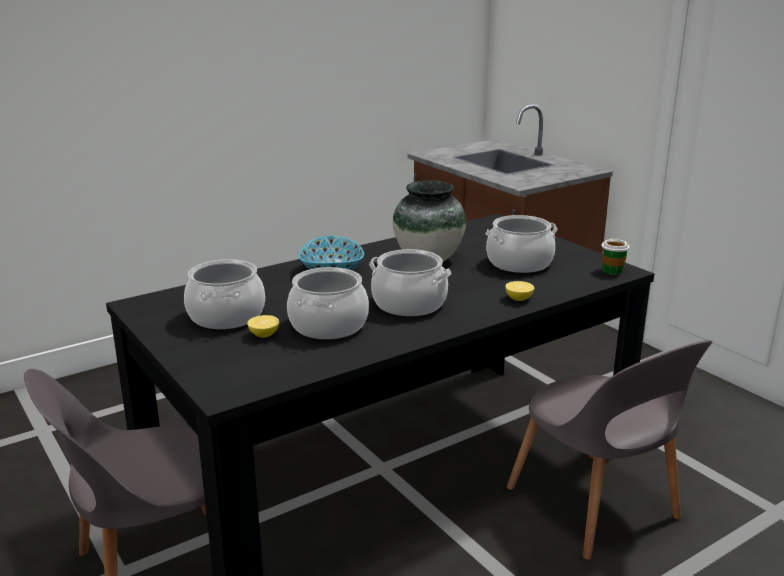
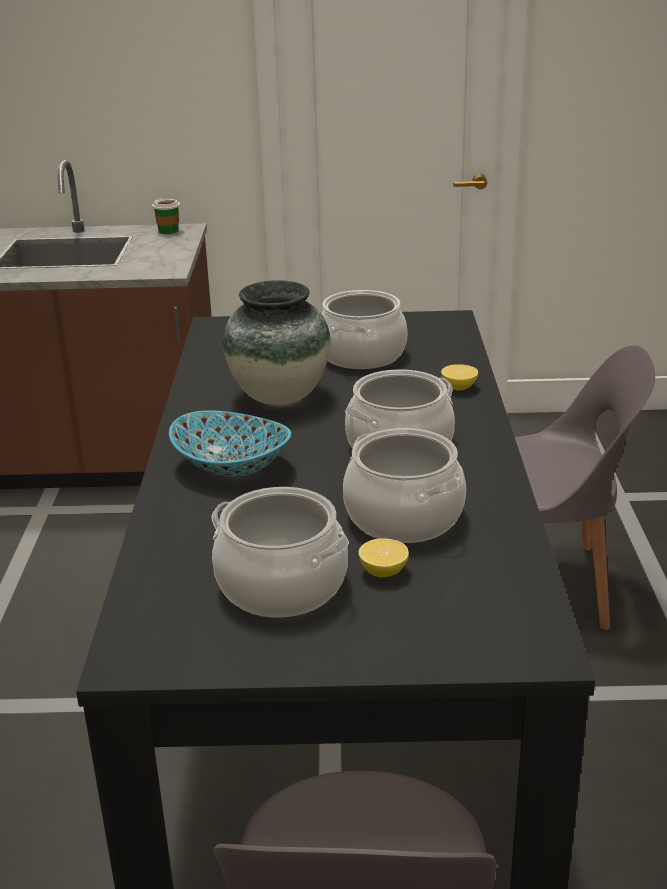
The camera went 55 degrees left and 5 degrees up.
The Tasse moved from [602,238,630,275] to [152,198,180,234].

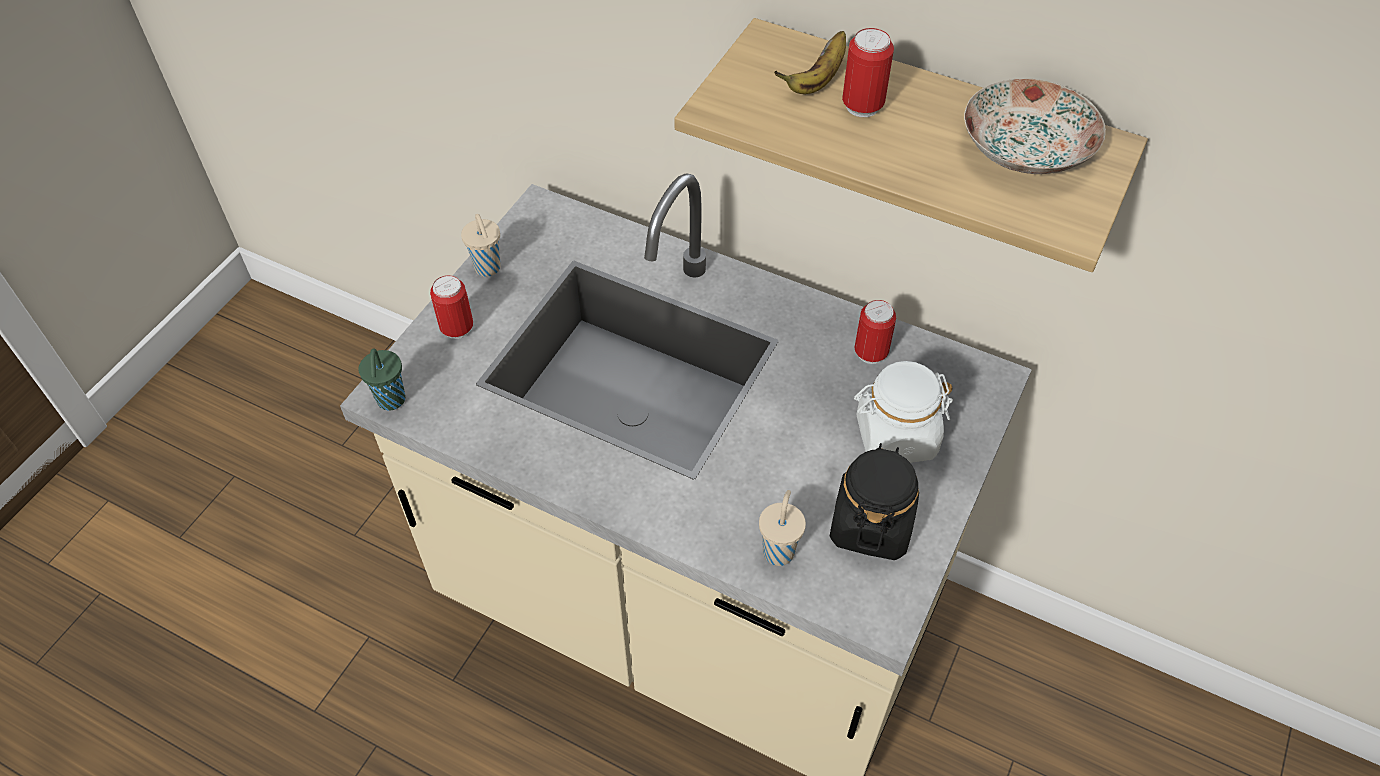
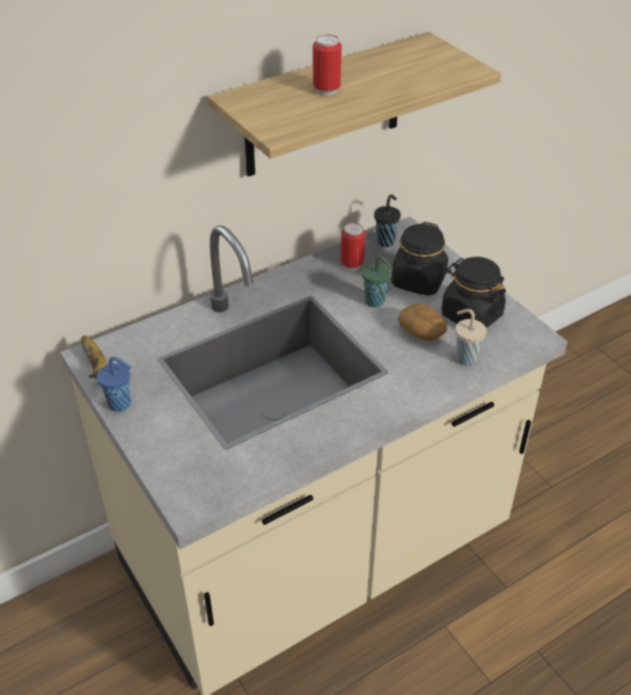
The camera went 60 degrees left and 10 degrees down.
The Dose at [430,275,473,339] disappeared.
The Teller at [964,79,1106,174] disappeared.
The Tasse (schwarz) at [374,195,401,247] appeared.
The Kartoffel at [398,304,447,341] appeared.
The Tasse (grün) moved from [358,348,405,411] to [362,256,393,307].
The Banane moved from [774,31,846,94] to [81,335,107,379].
The Tasse (beige) at [461,214,500,277] became the Tasse (blau) at [97,357,131,412].
The Vorratsglas (weiß) at [854,361,953,463] became the Vorratsglas (schwarz) at [391,222,448,296].

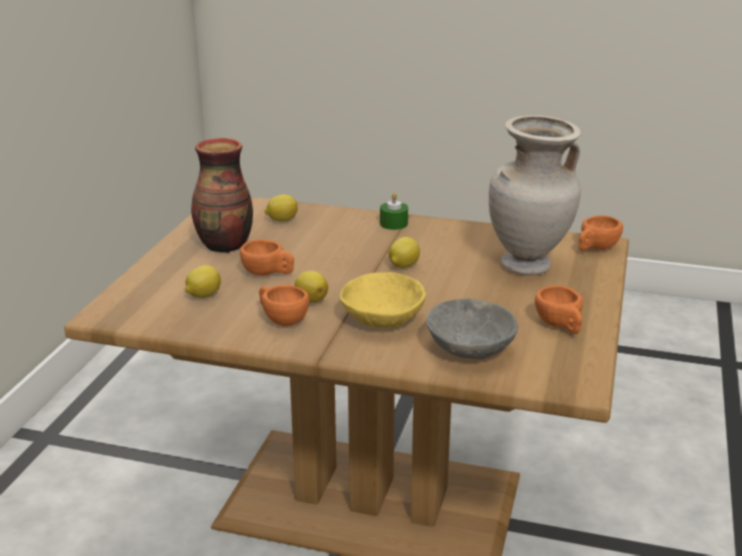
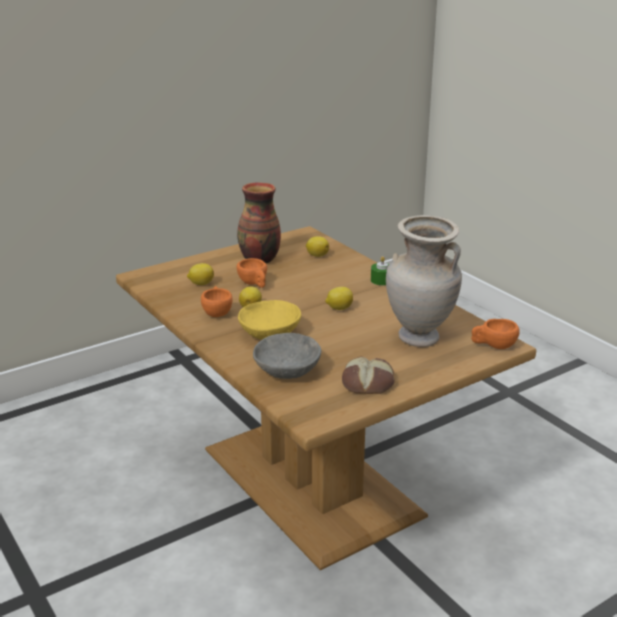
The camera went 40 degrees right and 0 degrees up.
The Tasse (orange) at [535,285,583,334] was replaced by the Brot at [342,356,395,394].

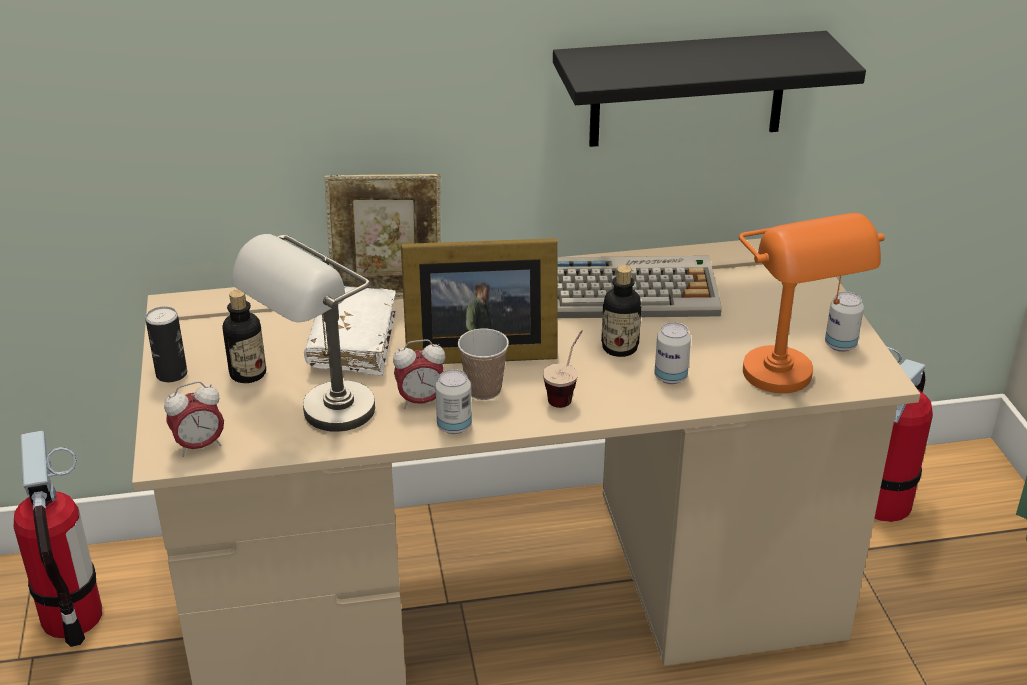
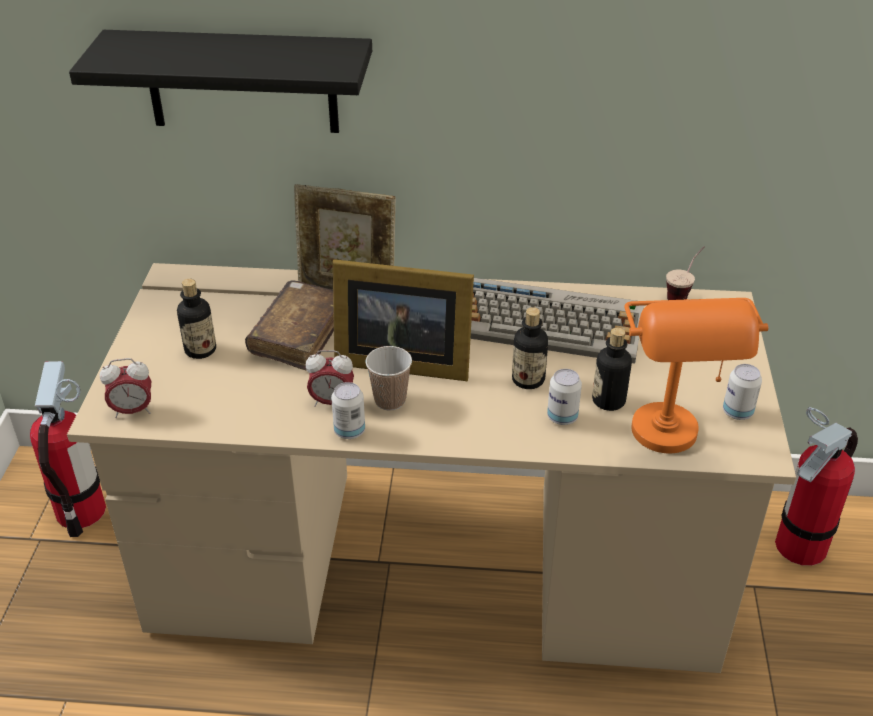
The camera went 15 degrees right and 5 degrees up.
The Dose at [145,306,187,382] disappeared.
The Tischlampe (grau) at [231,234,375,432] disappeared.
The Flasche at [592,328,632,411] appeared.
The Tasse moved from [543,330,583,408] to [666,246,705,300].
The Wandregal (schwarz) moved from [553,31,866,147] to [69,30,372,133].
The Buch (weiß) at [304,286,396,375] became the Buch (braun) at [245,280,334,371].

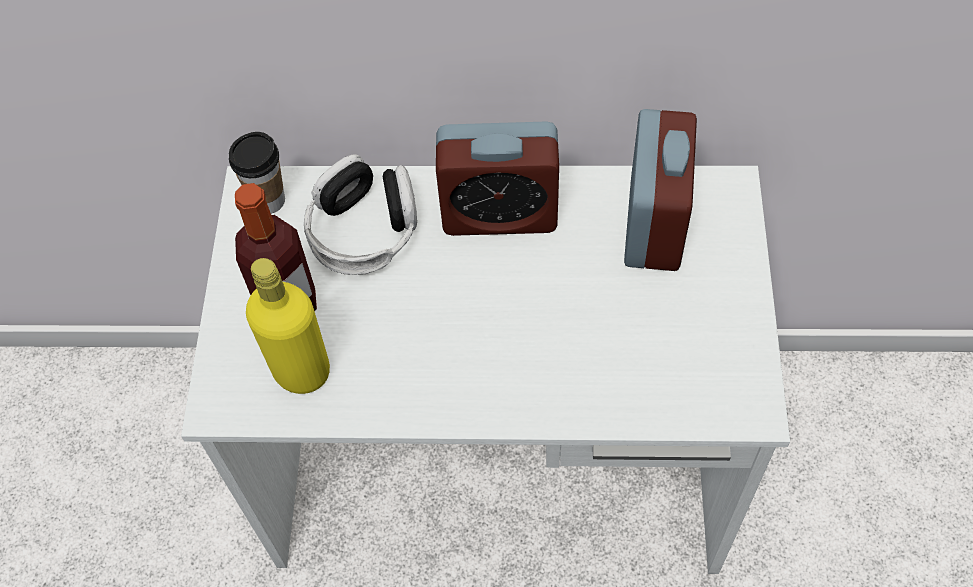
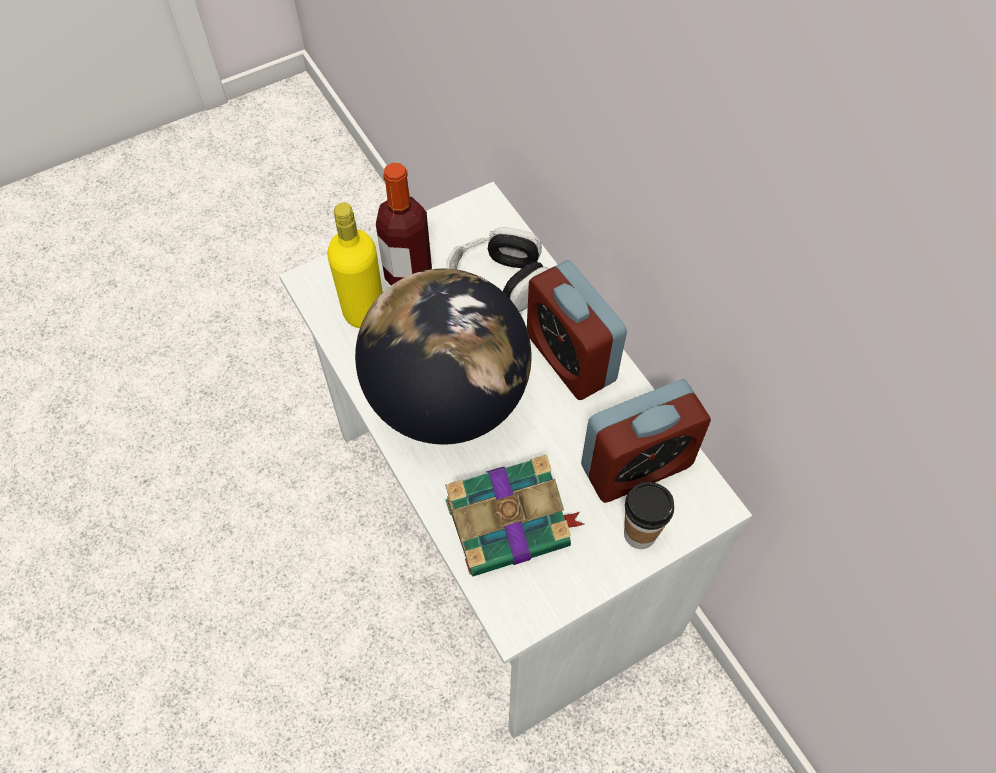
The camera went 55 degrees right and 0 degrees up.
The Globus at [355,268,531,445] appeared.
The Buch at [445,454,584,577] appeared.
The Tasse moved from [229,132,285,214] to [624,482,674,549].

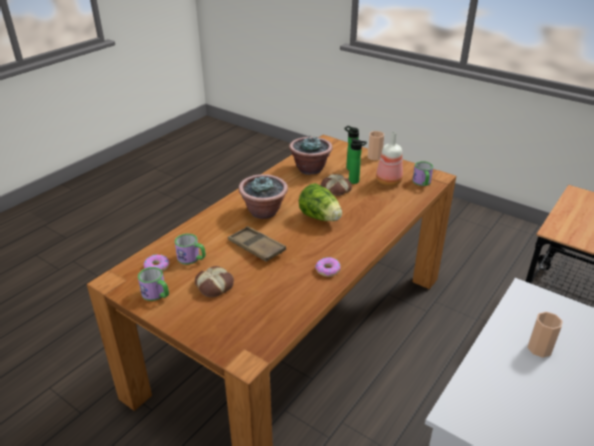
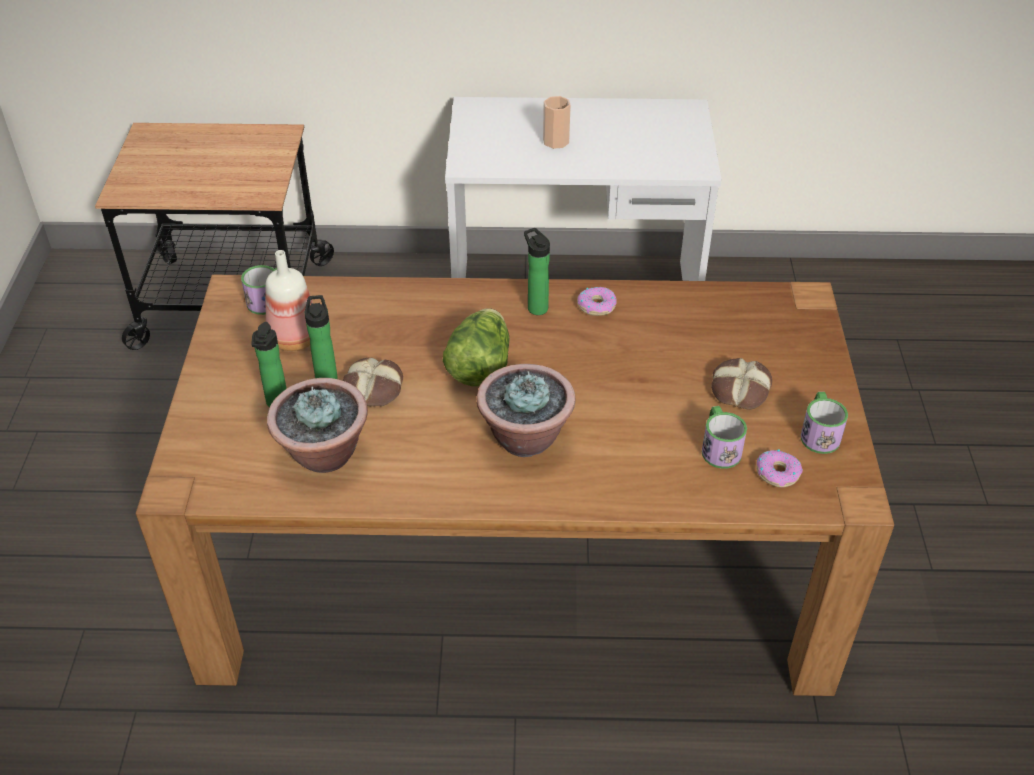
The camera went 125 degrees left and 10 degrees up.
The Tablett (braun) at [228,226,286,262] disappeared.
The Tasse at [368,131,384,160] disappeared.
The Flasche at [524,228,550,315] appeared.

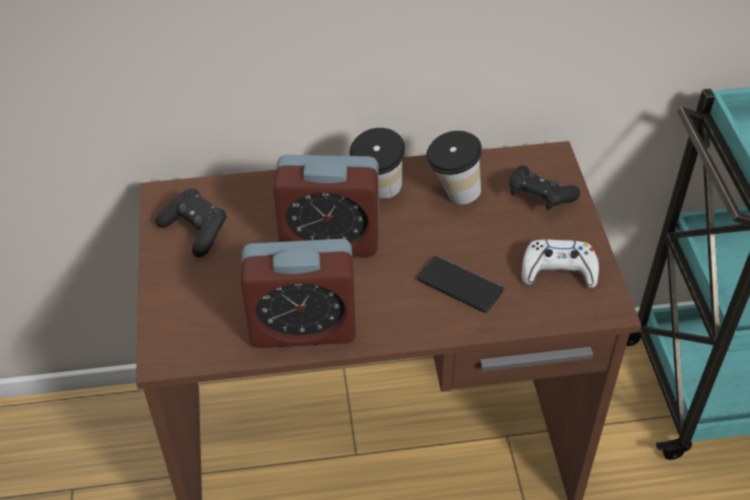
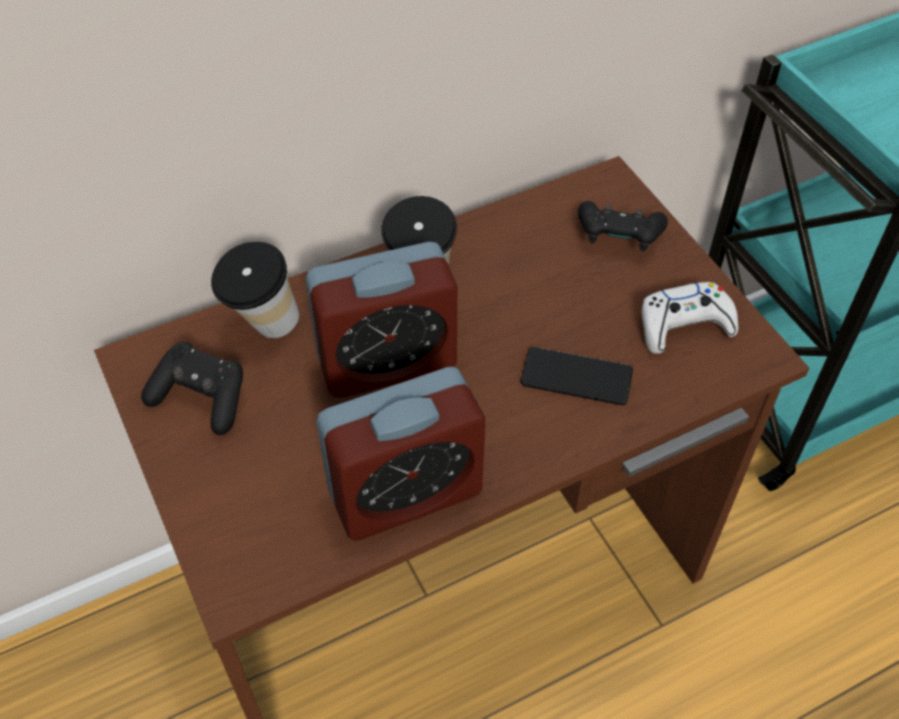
The camera went 20 degrees left and 5 degrees up.
The Tasse moved from [426,131,482,204] to [211,242,299,338].

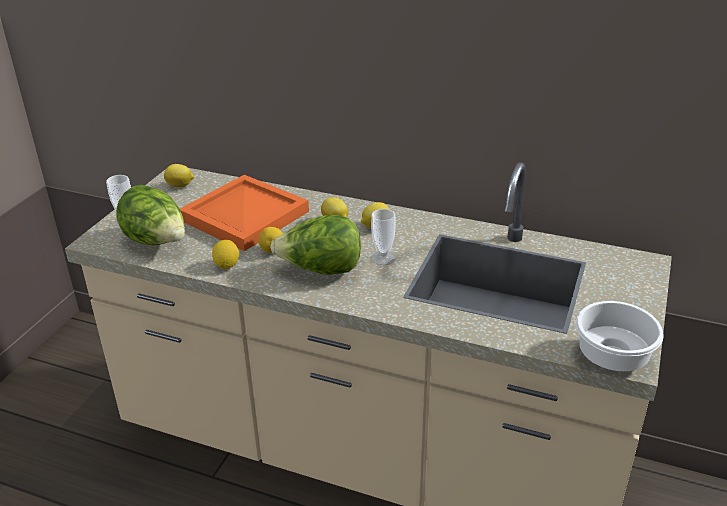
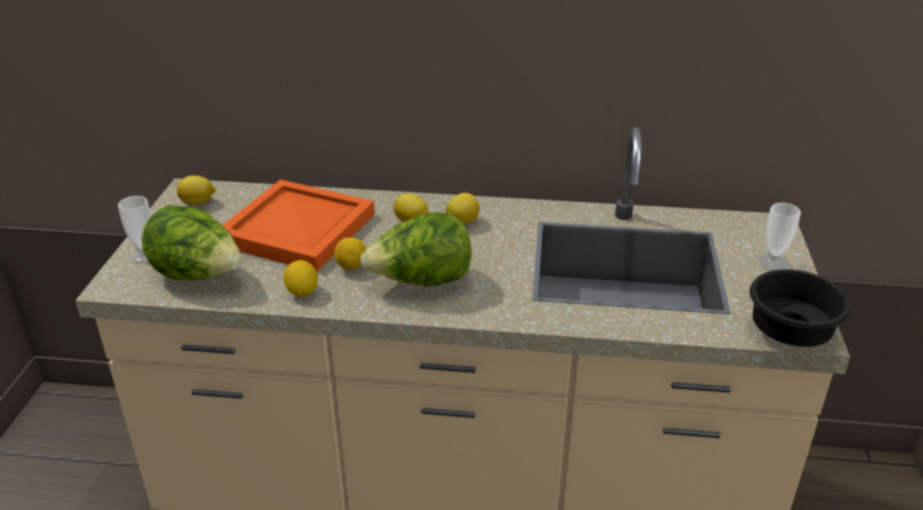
The camera went 15 degrees left and 0 degrees up.
The Tasse moved from [371,209,396,265] to [758,203,801,270].
The Schüssel (weiß) at [576,301,664,371] became the Schüssel (schwarz) at [750,269,850,347].

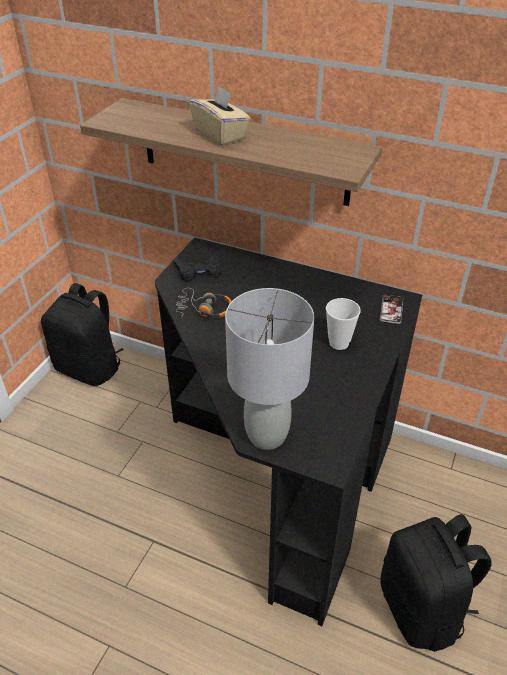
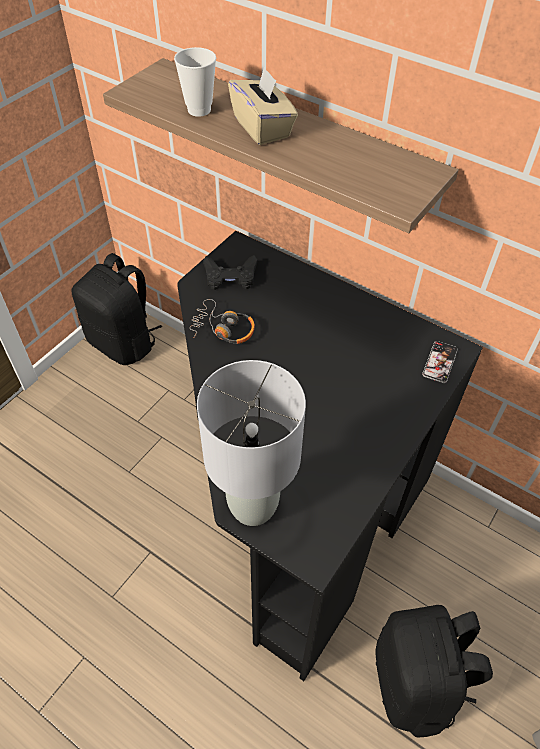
The camera went 10 degrees right and 10 degrees up.
The Tasse moved from [326,298,361,350] to [174,47,216,117].

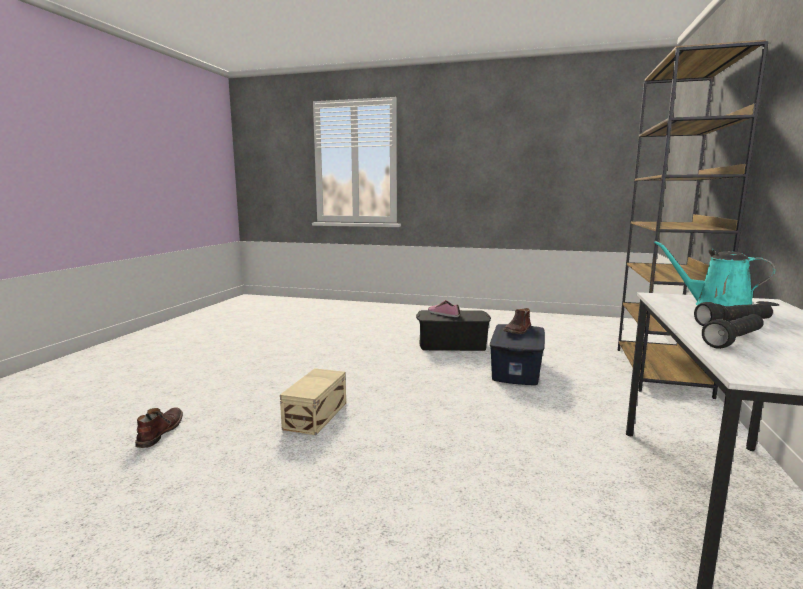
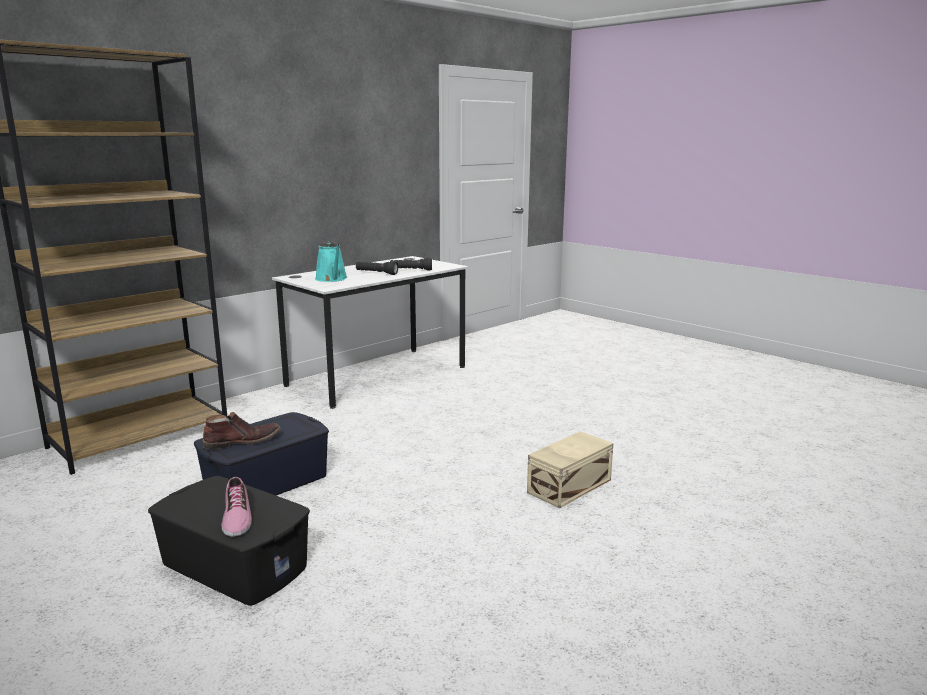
The camera went 150 degrees left and 5 degrees up.
The Stiefel (braun) at [135,407,183,448] disappeared.

